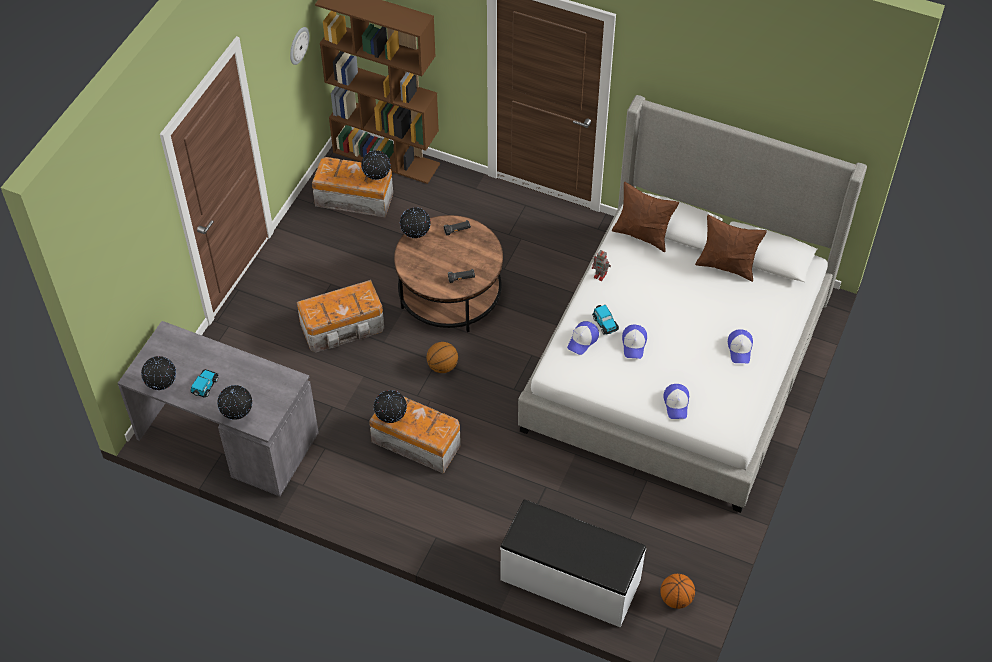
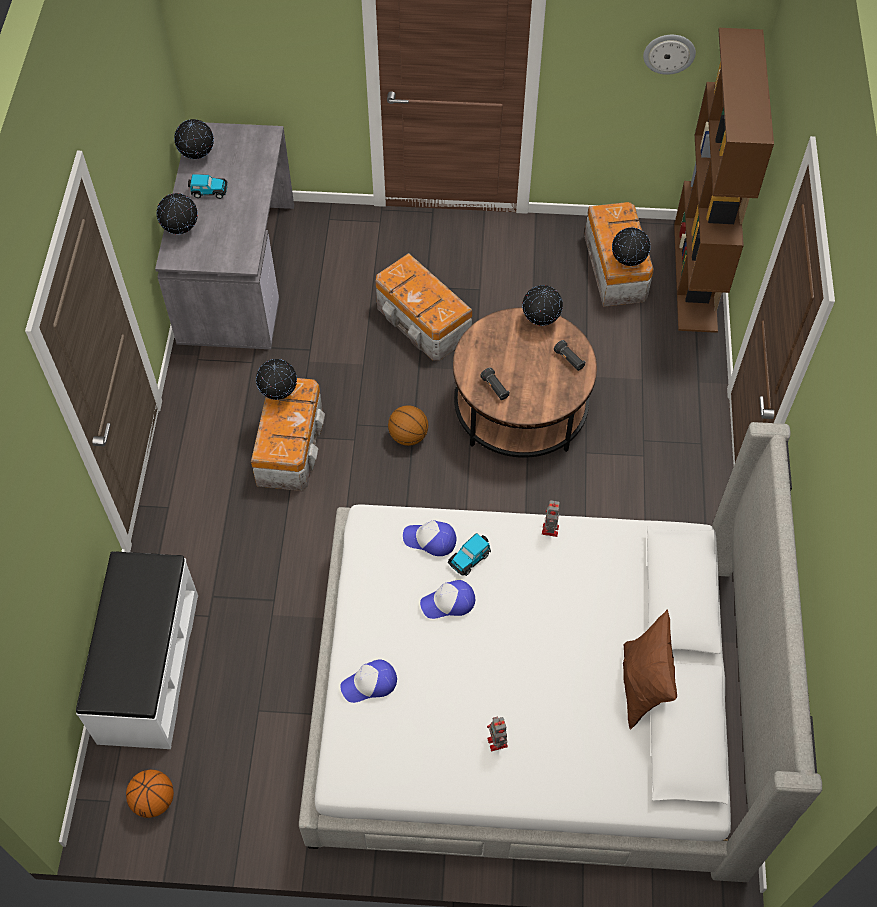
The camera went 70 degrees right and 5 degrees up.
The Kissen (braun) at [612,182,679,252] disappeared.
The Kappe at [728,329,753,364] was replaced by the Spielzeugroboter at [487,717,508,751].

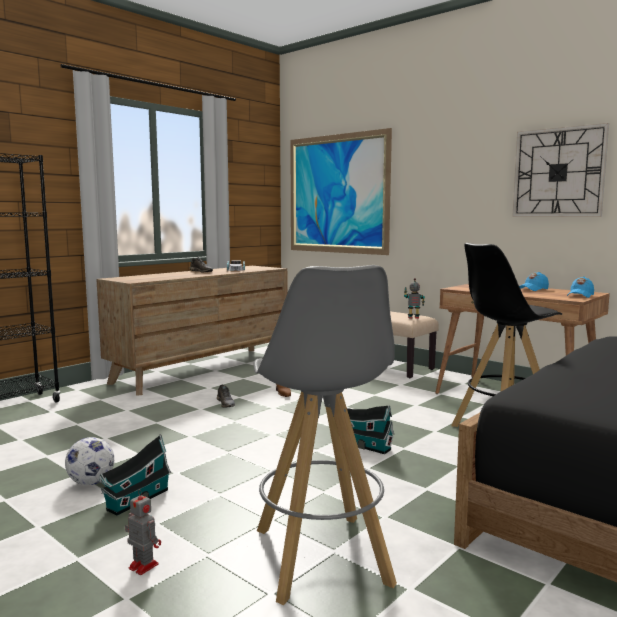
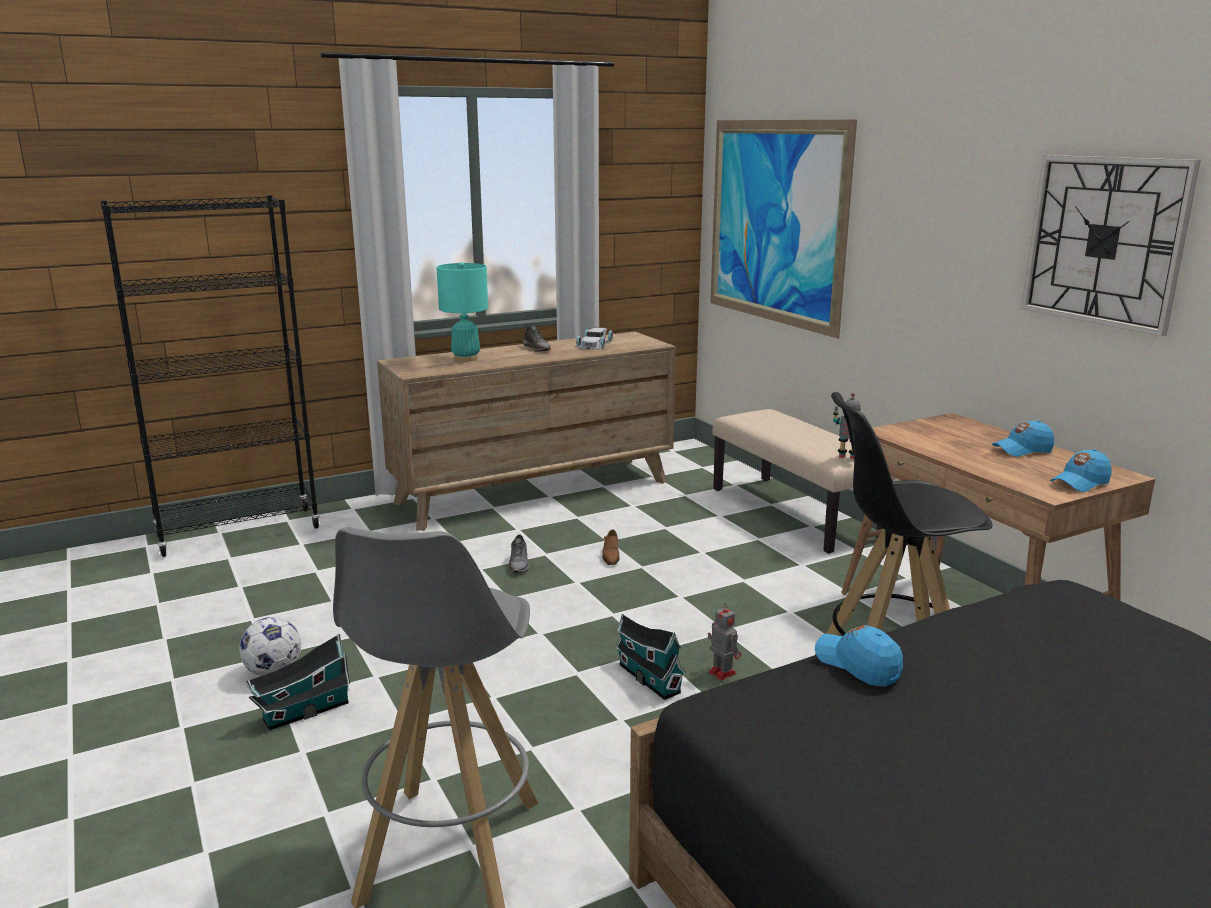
The camera went 20 degrees right and 10 degrees up.
The Tischlampe (türkis) at [436,262,488,362] appeared.
The Kappe (blau) at [815,625,903,687] appeared.
The Spielzeugroboter moved from [125,489,161,575] to [708,603,741,681].

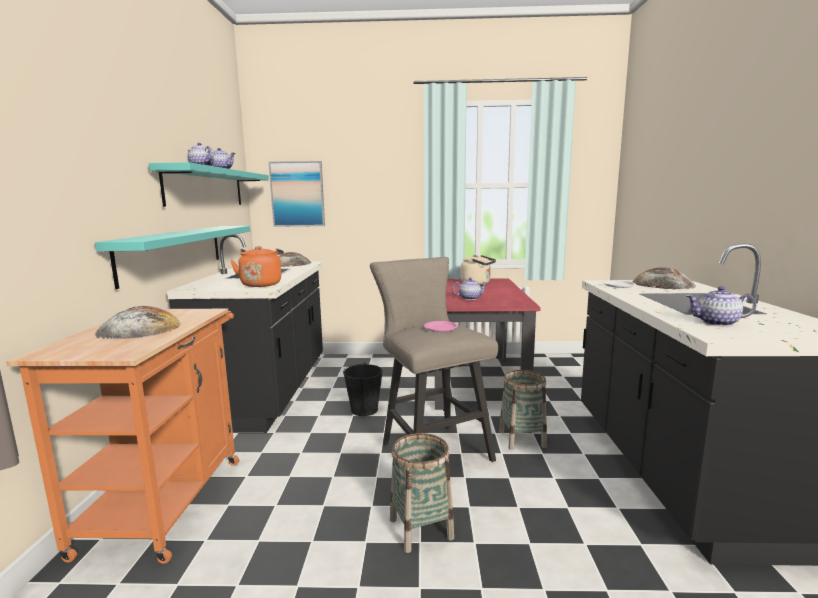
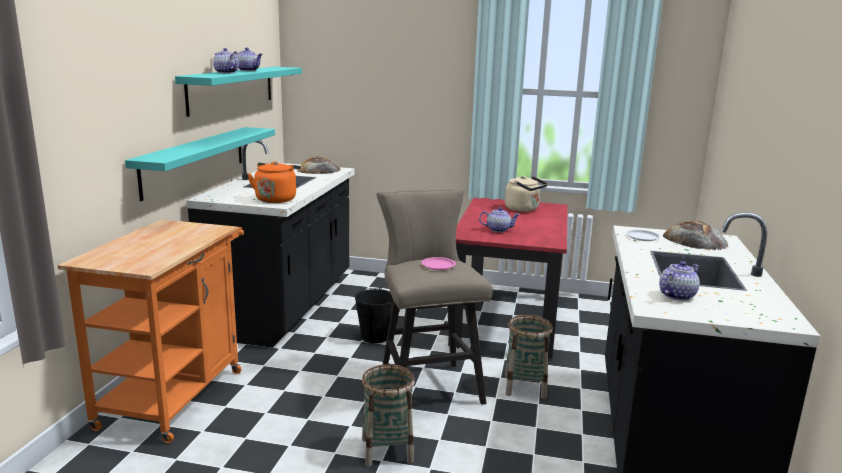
The camera went 10 degrees right and 5 degrees up.
The Brot at [95,306,181,339] disappeared.
The Bild at [269,161,325,227] disappeared.
The Teekanne at [686,286,756,326] turned 120 degrees clockwise.

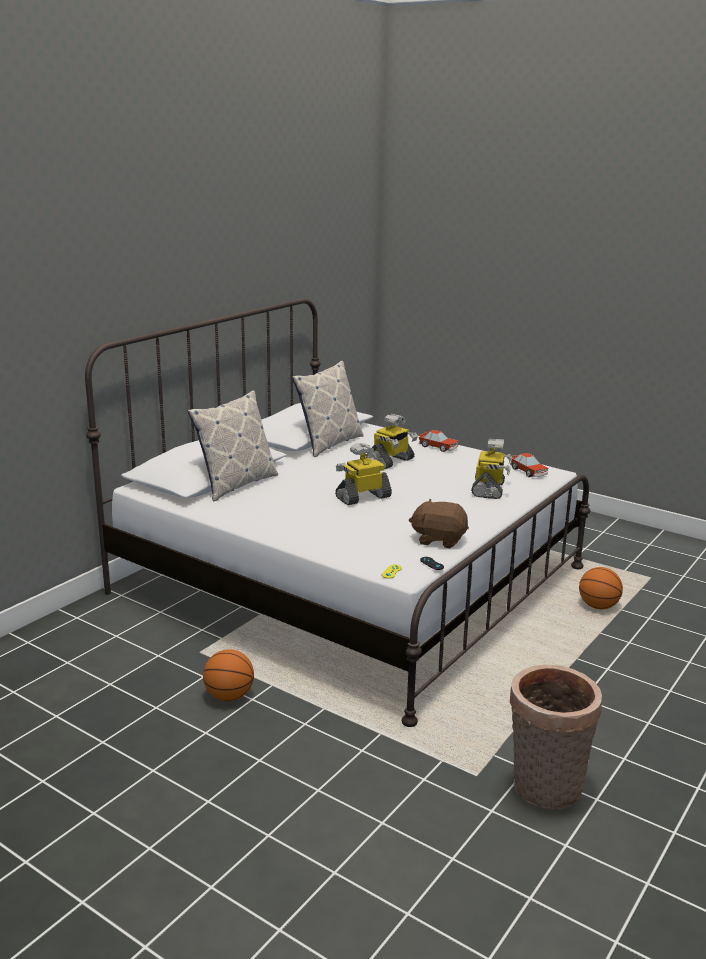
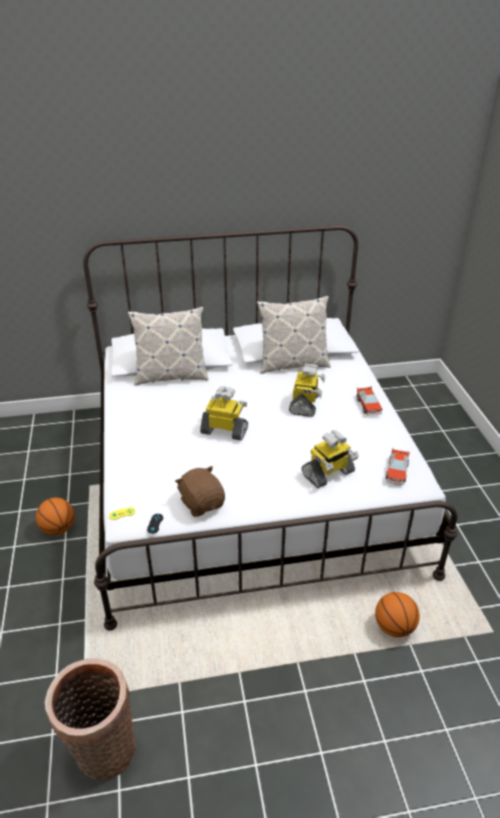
The camera went 45 degrees right and 15 degrees up.
The Spielzeugroboter at [366,414,418,469] turned 75 degrees counterclockwise.

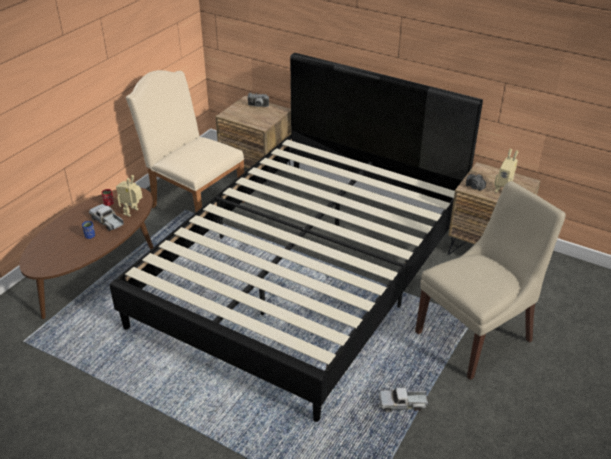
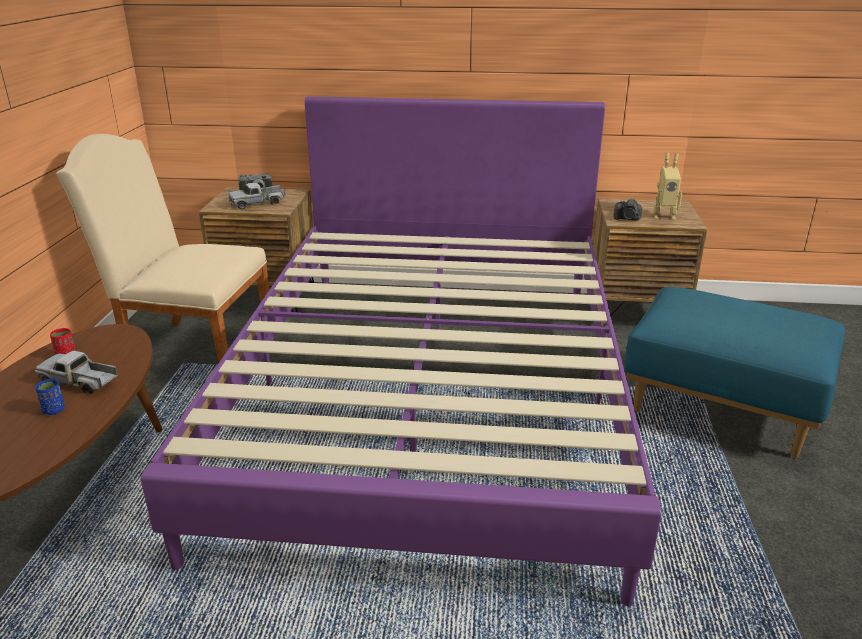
The camera went 25 degrees left and 10 degrees down.
The Spielzeugroboter at [116,175,142,217] disappeared.
The Spielzeuglaster moved from [379,388,429,412] to [228,183,285,209].
The Stuhl (beige) at [415,181,566,380] was replaced by the Polsterhocker (blau) at [625,287,845,458].
The Bett (schwarz) at [109,53,483,422] became the Bett (lila) at [141,96,661,606].

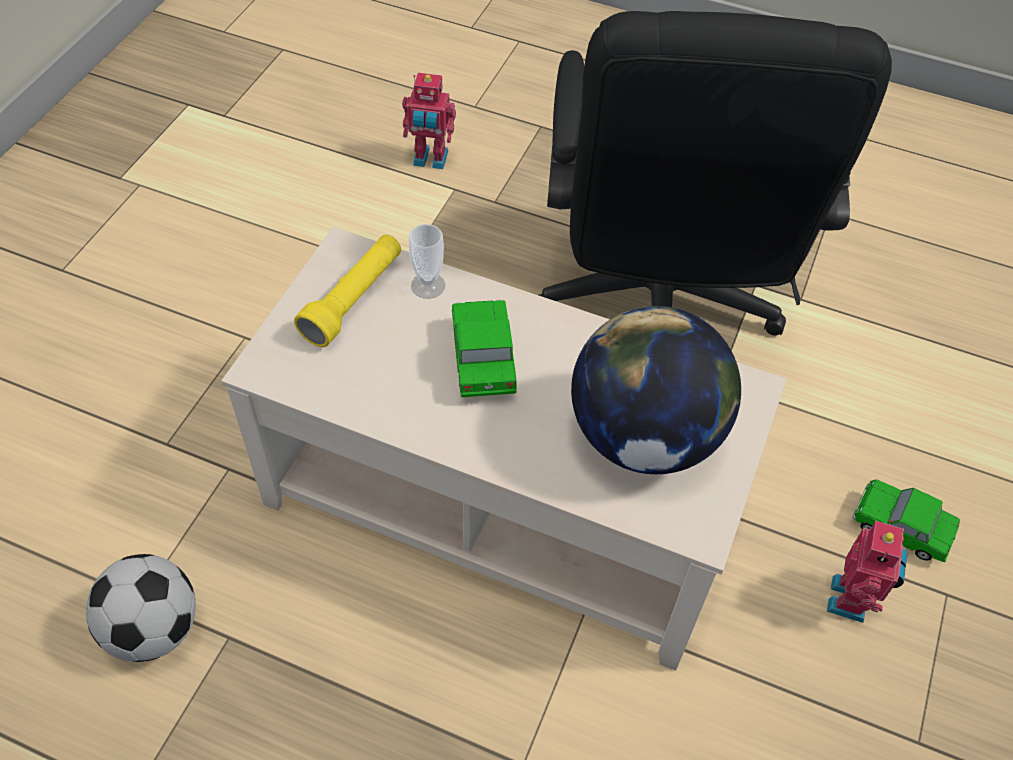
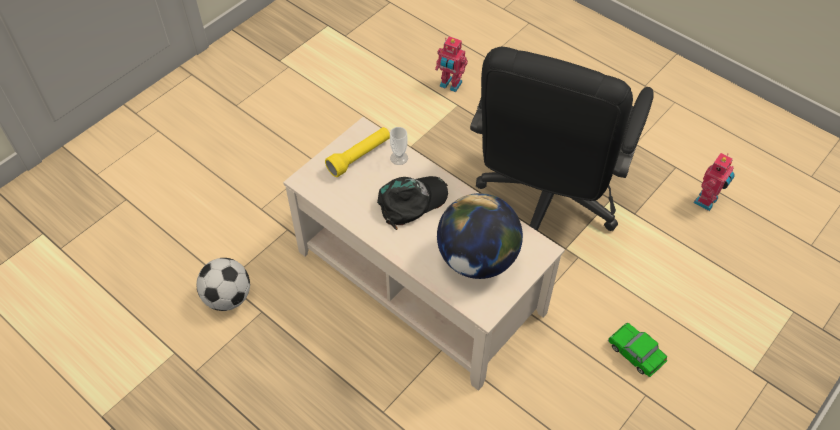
The camera went 20 degrees right and 0 degrees up.
The Spielzeugroboter moved from [827,520,907,623] to [693,153,735,211].
The Spielzeugauto at [452,300,517,397] was replaced by the Kappe (schwarz) at [377,176,448,230].

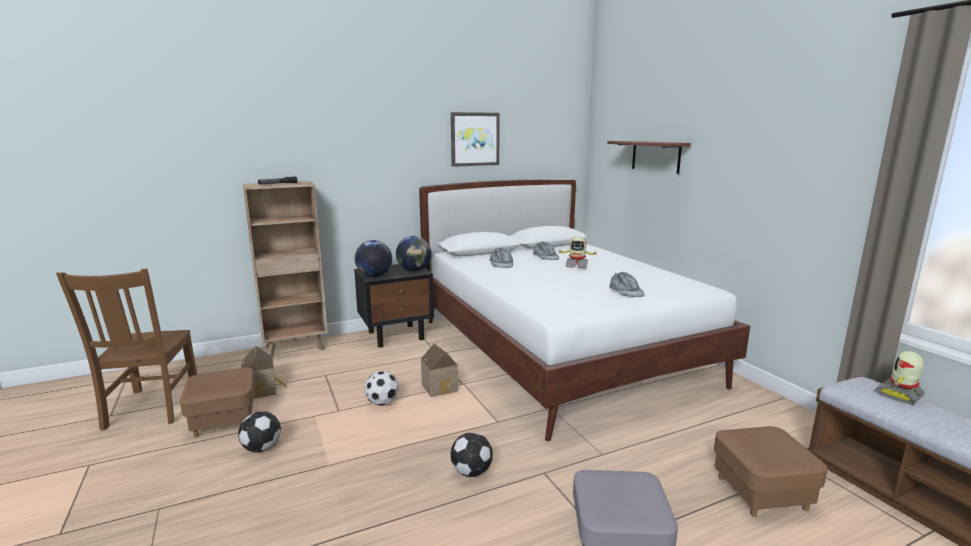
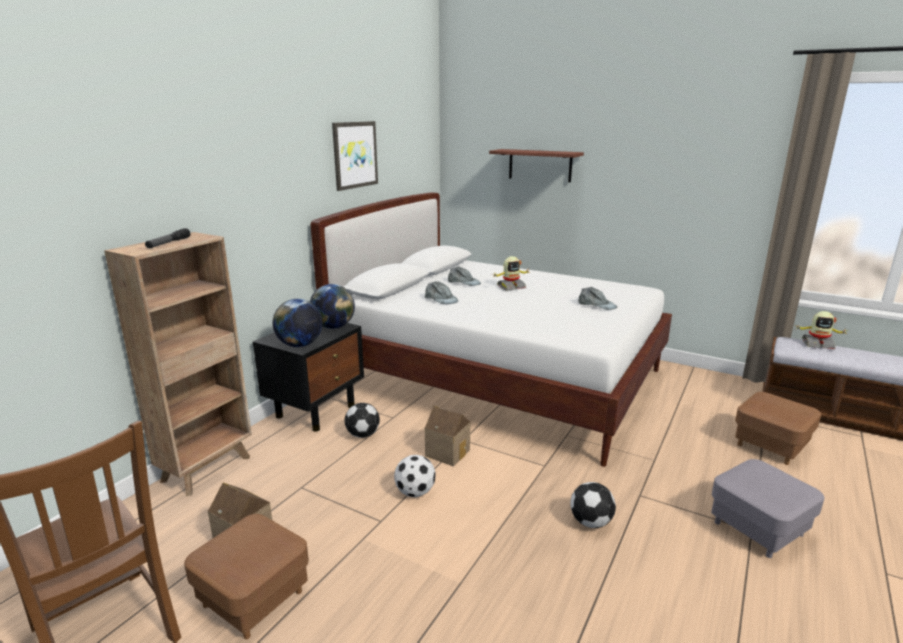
The camera went 35 degrees left and 5 degrees up.
The Fußball moved from [238,411,281,452] to [345,403,380,438].
The Spielzeugroboter at [874,351,925,405] turned 90 degrees counterclockwise.

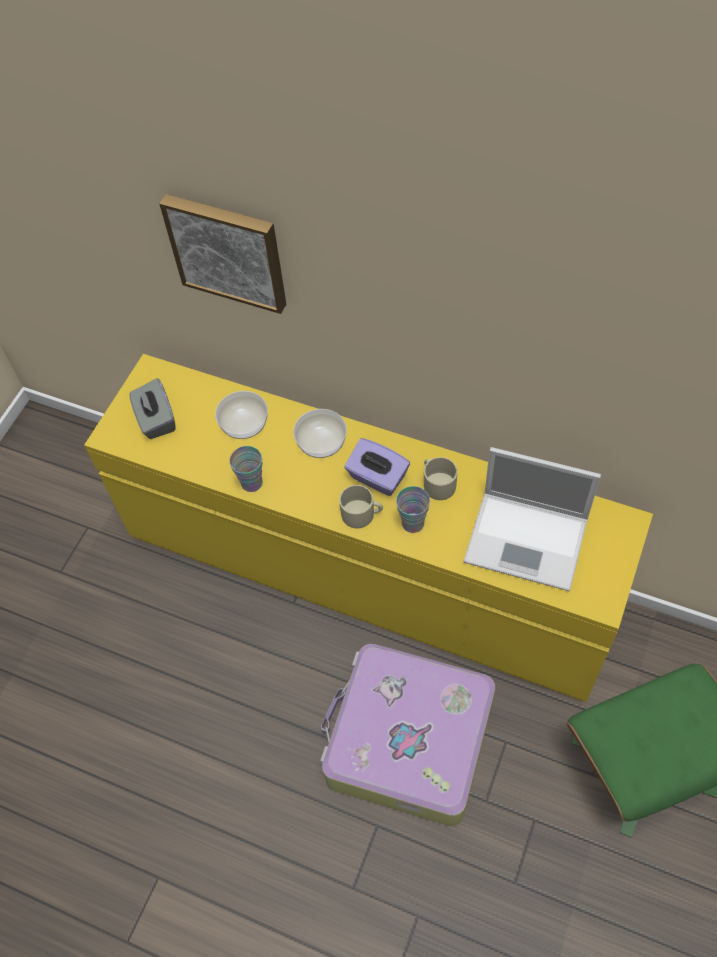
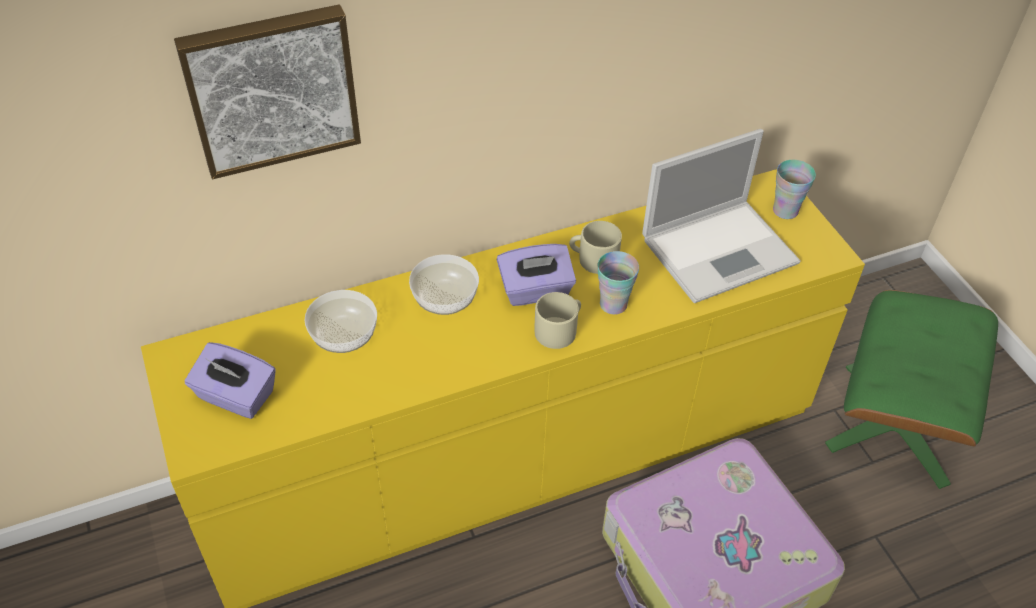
The camera went 50 degrees left and 10 degrees down.
The Tasse moved from [230,446,263,492] to [773,160,816,219].
The Taschentuchbox (grau) at [129,378,175,439] became the Taschentuchbox (lila) at [185,342,276,419].

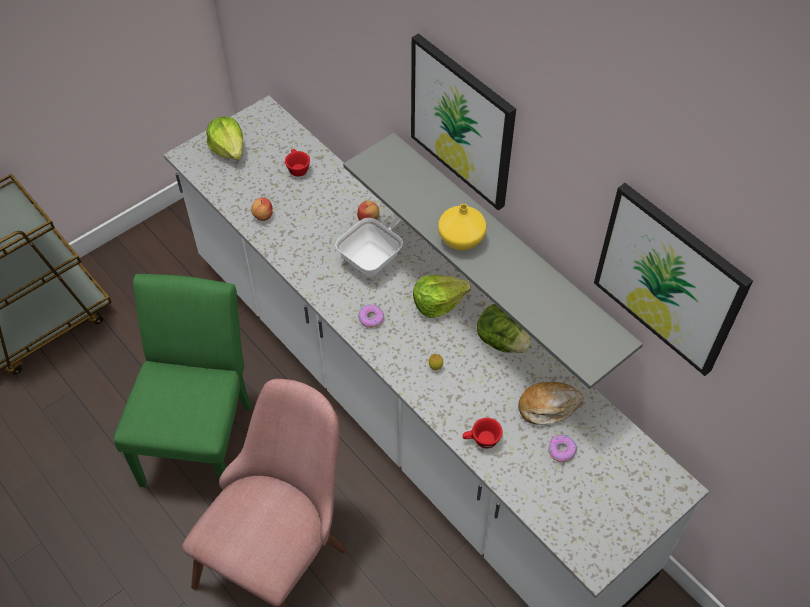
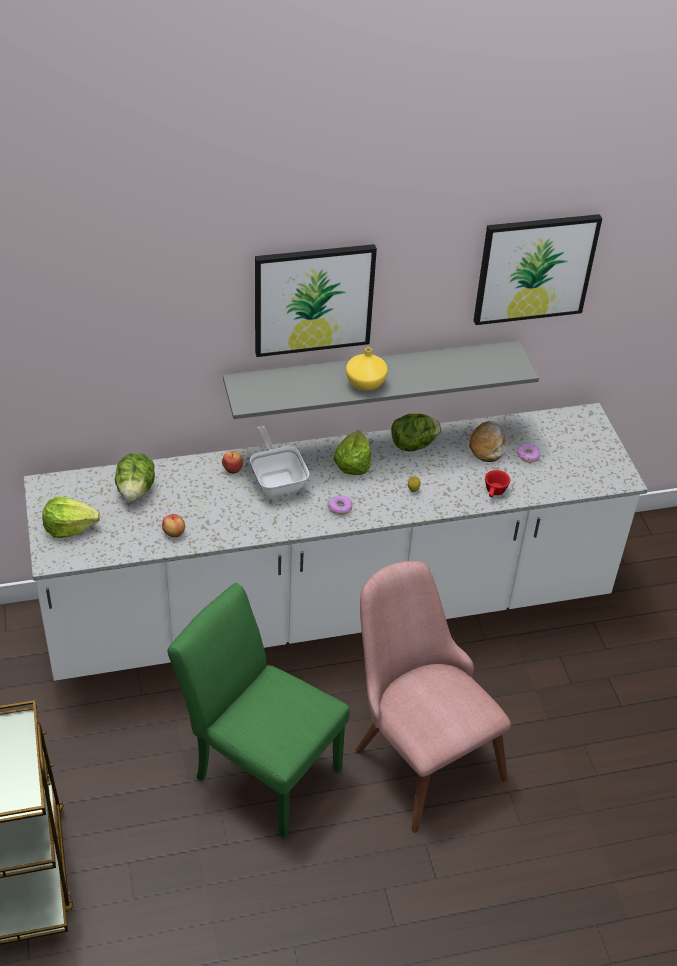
The camera went 65 degrees left and 10 degrees down.
The Tasse (rot) at [285,149,310,176] was replaced by the Salatkopf at [115,453,155,501].

